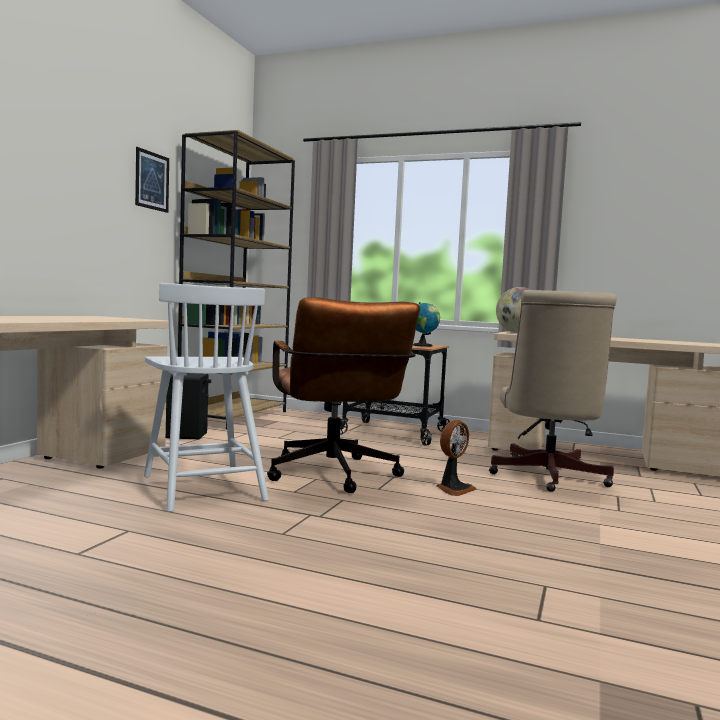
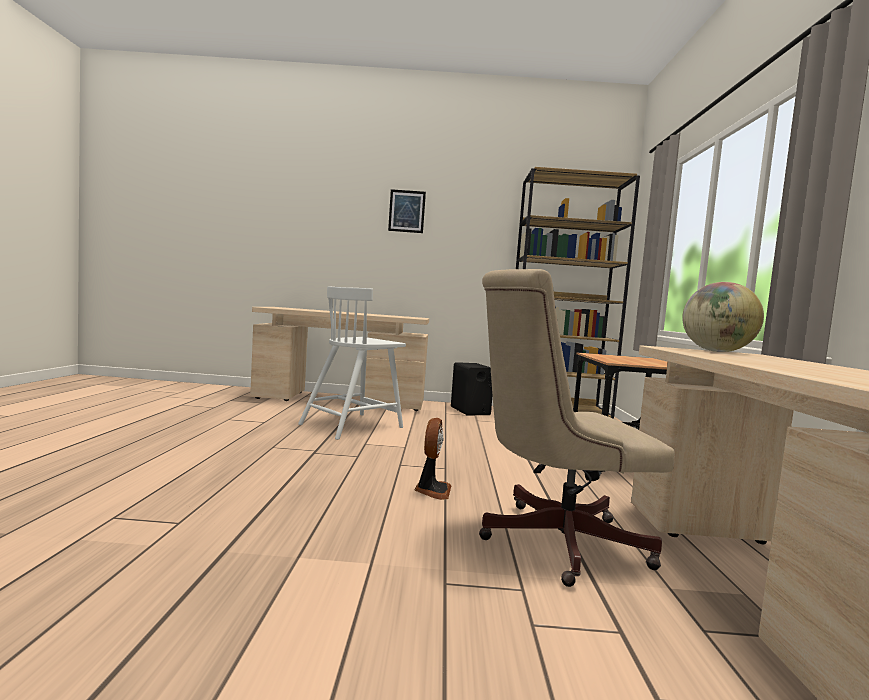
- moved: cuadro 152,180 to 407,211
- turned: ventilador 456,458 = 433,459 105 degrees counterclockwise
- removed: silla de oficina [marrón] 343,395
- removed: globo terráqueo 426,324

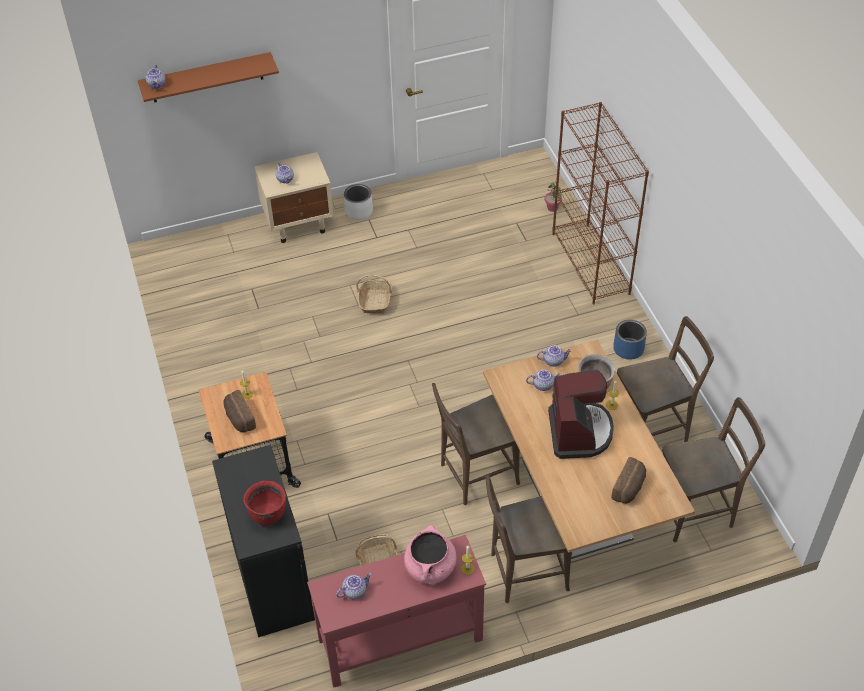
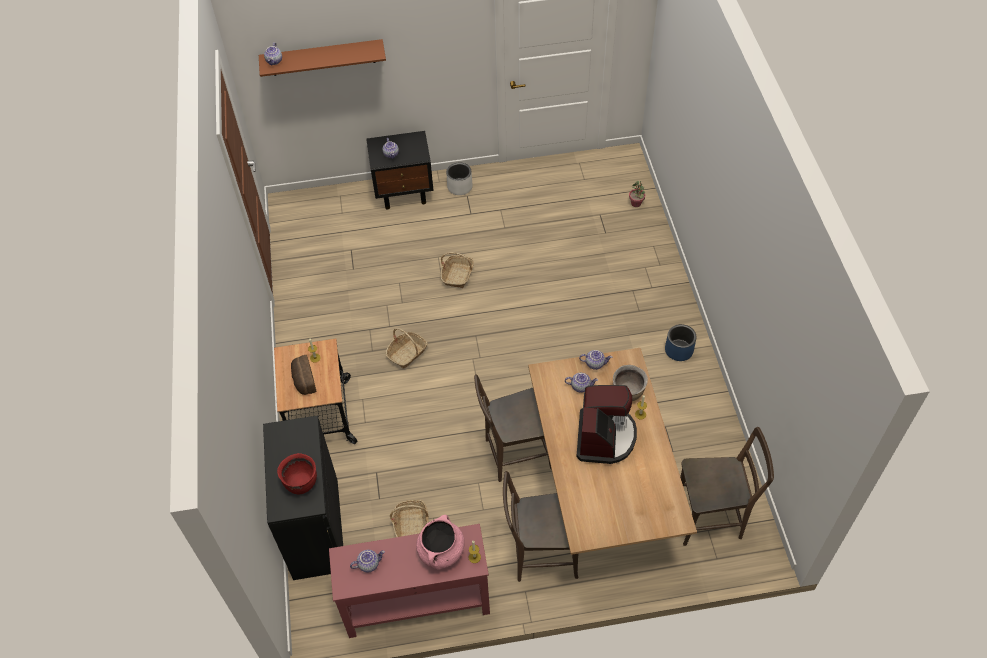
- recoloured: mesita de noche [beis] 294,197 to mesita de noche [negro] 400,170
- added: cesta 406,348
- removed: estantería [marrón] 600,203
- removed: pan 628,480
- removed: silla [marrón] 665,379

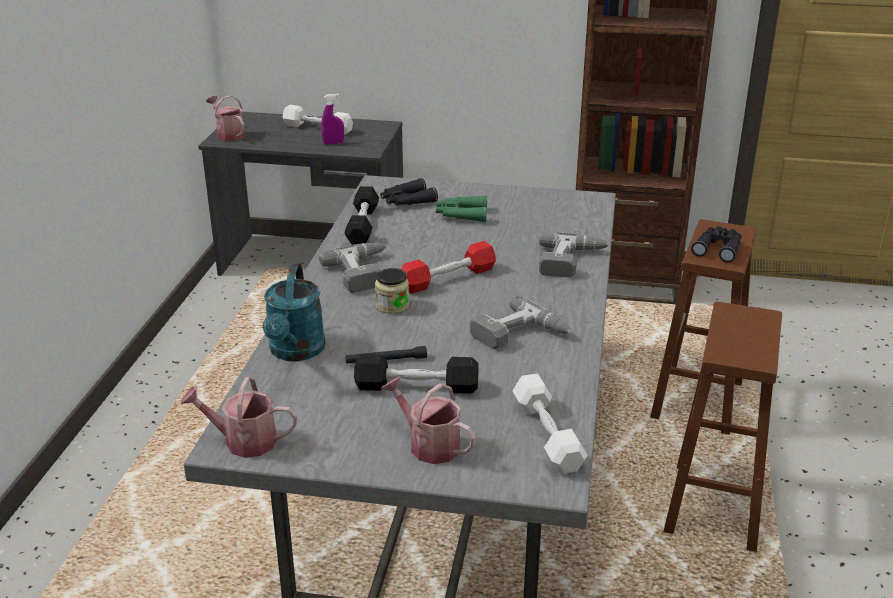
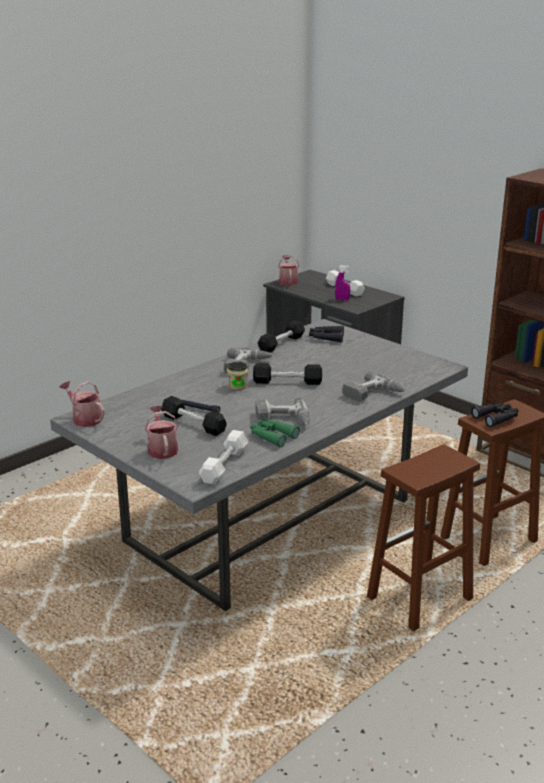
- moved: prismáticos [verde] 461,208 to 275,433
- recoloured: mancuerna [rojo] 448,267 to mancuerna [negro] 287,374
- removed: regadera [turquesa] 294,312

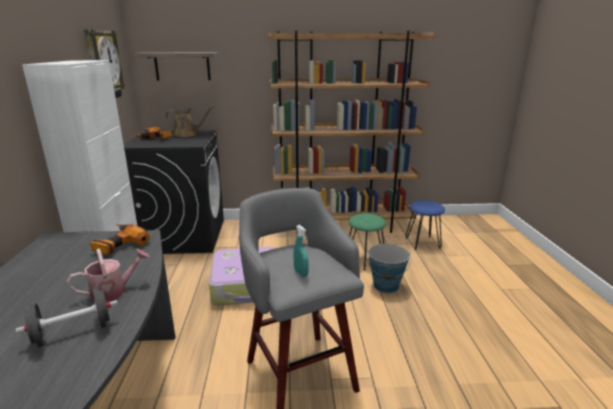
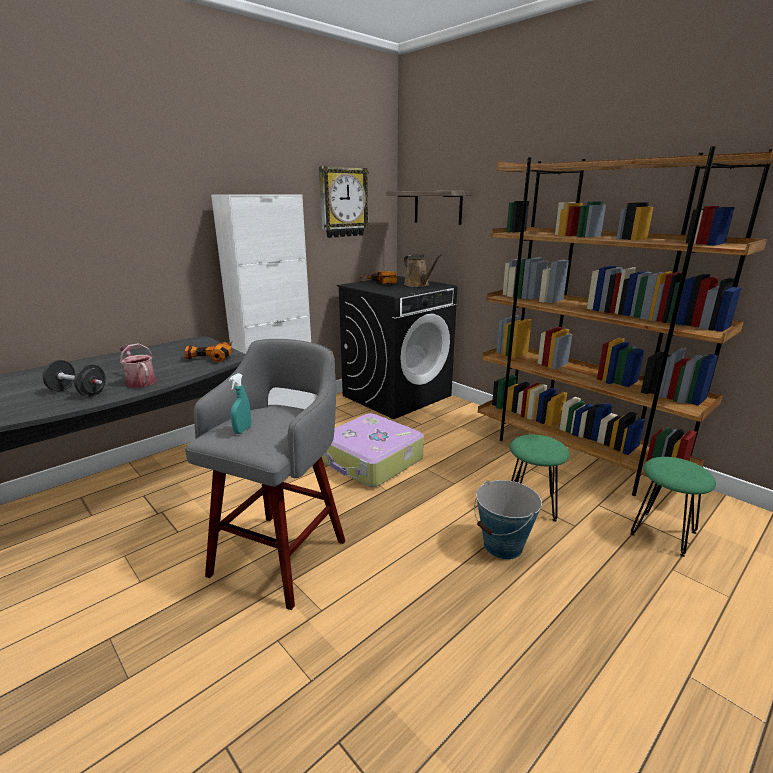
- turned: regadera 108,275 = 138,365 150 degrees counterclockwise
- recoloured: taburete [azul] 425,225 to taburete [verde] 673,507

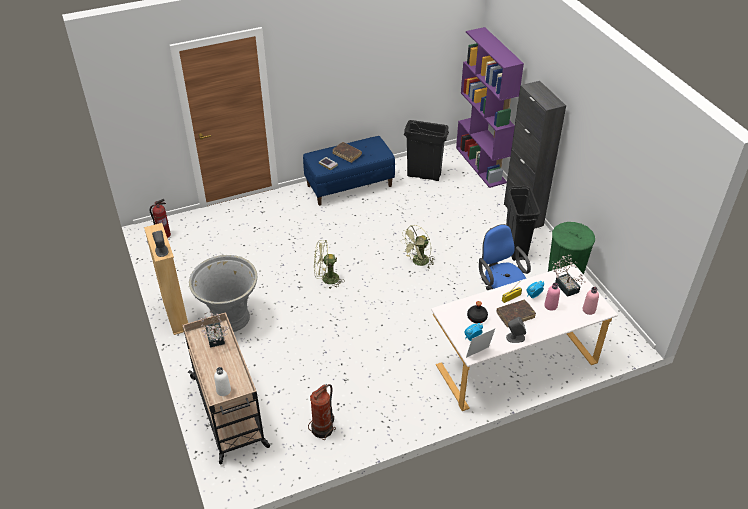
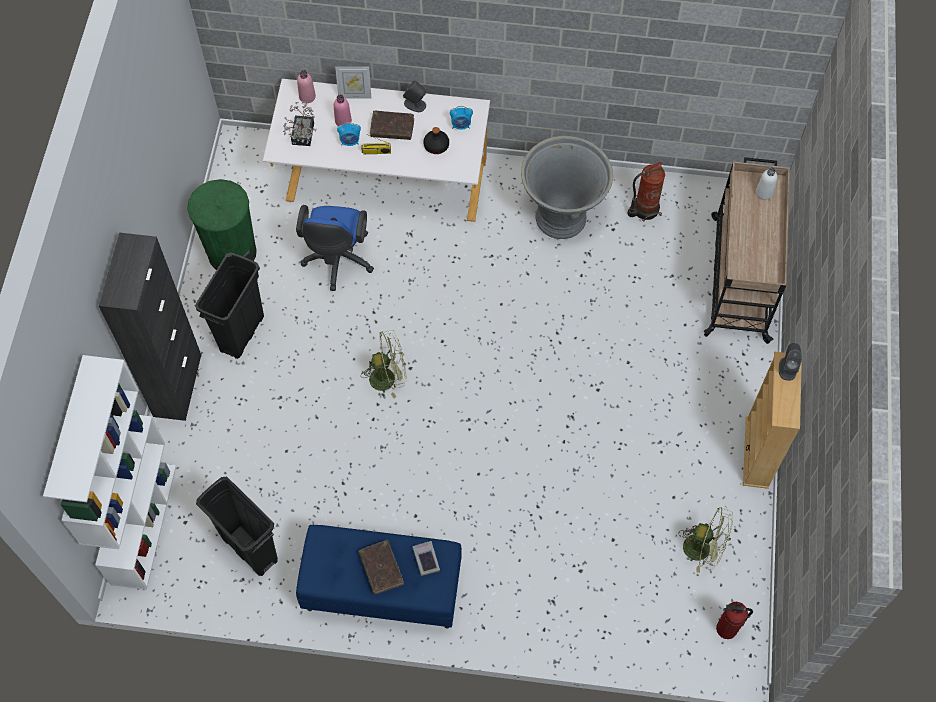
- recoloured: estantería [morado] 490,107 to estantería [blanco] 109,472
- moved: portarretratos 480,343 to 353,83
- moved: maceta [gris] 223,293 to 567,187
- moved: ventilador [verde] 329,264 to 705,540
- removed: planta en maceta 215,329

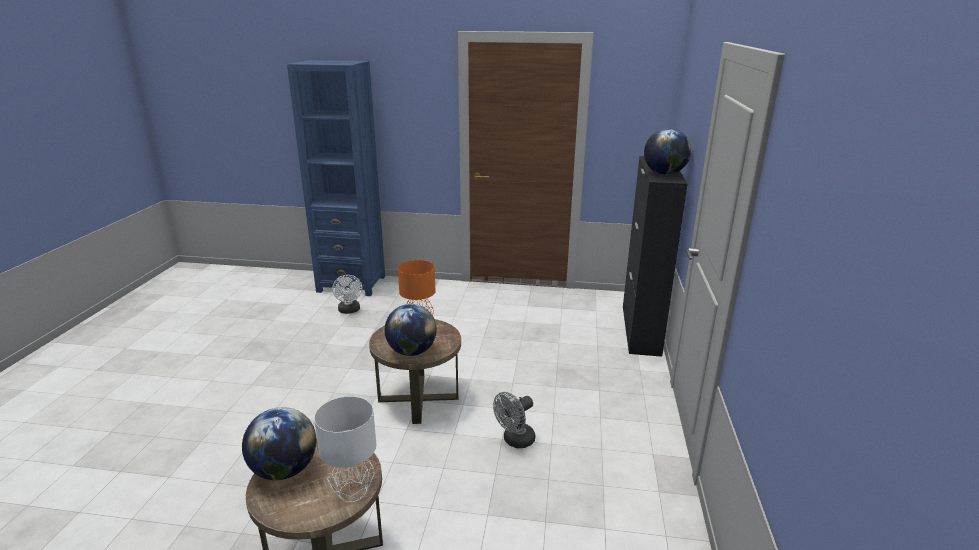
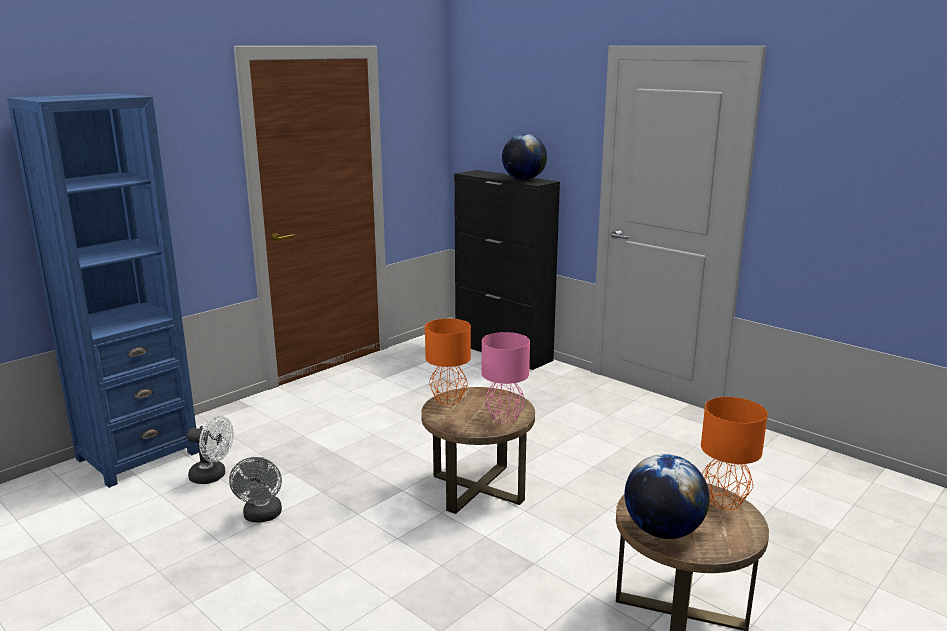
- moved: ventilador [gris] 514,420 to 255,489
- replaced: globo terráqueo 411,330 to lámpara de mesa [rosa] 506,378
- recoloured: lámpara de mesa [blanco] 345,449 to lámpara de mesa [naranja] 734,453

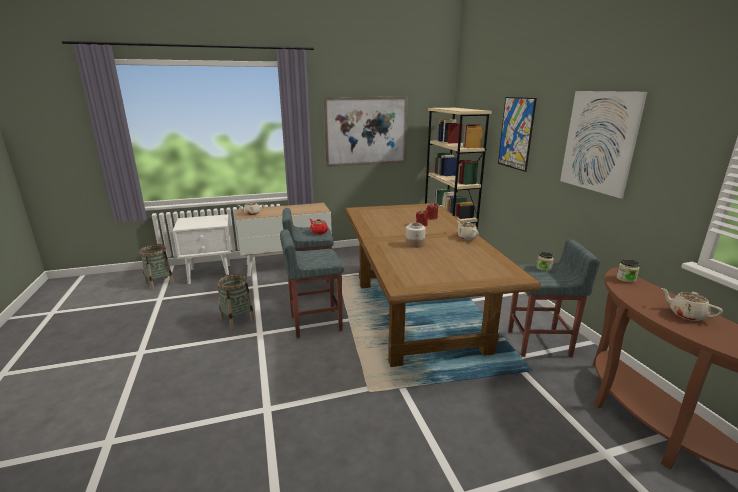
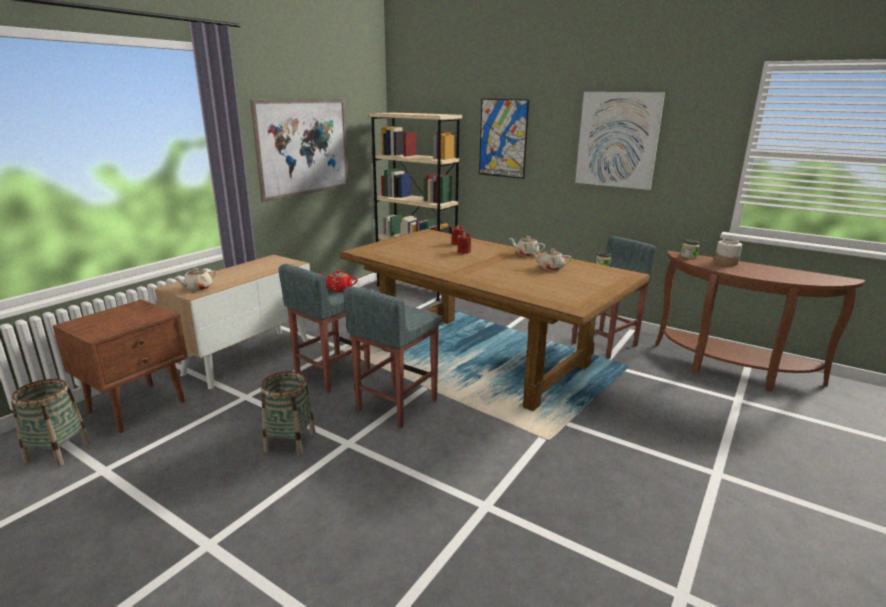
- recoloured: mesita de noche [blanco] 201,249 to mesita de noche [marrón] 120,366
- moved: tetera [beis] 692,304 to 551,259
- moved: tarro 416,235 to 728,252

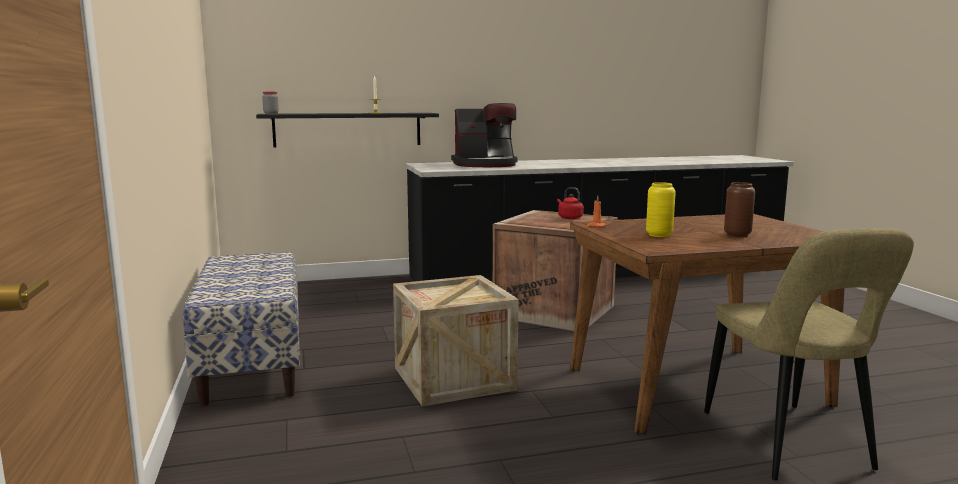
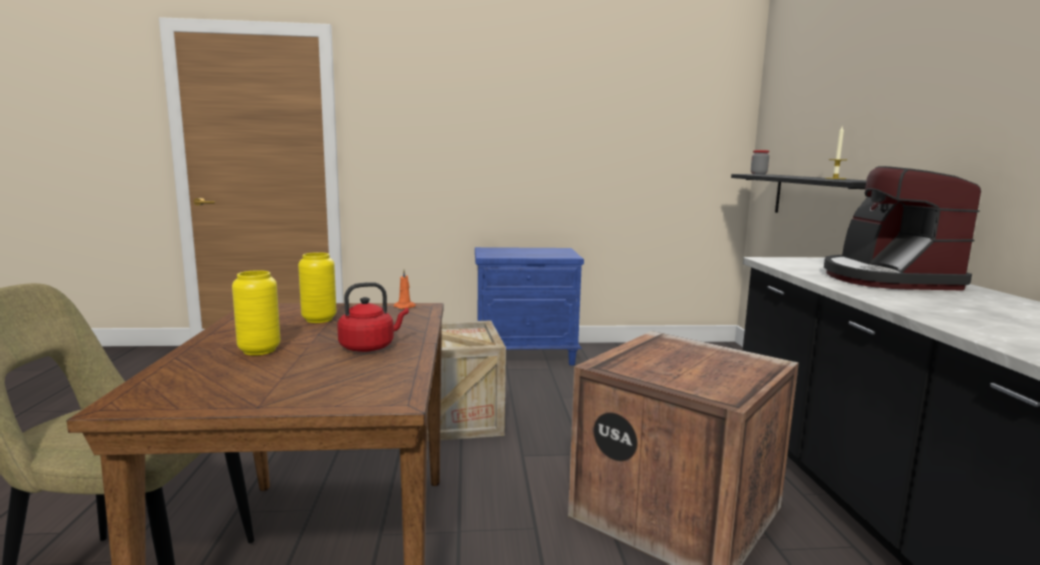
- recoloured: florero [marrón] 739,209 to florero [amarillo] 256,313
- moved: hervidor [rojo] 570,203 to 373,317
- replaced: banco 241,329 to mesita de noche [azul] 529,306

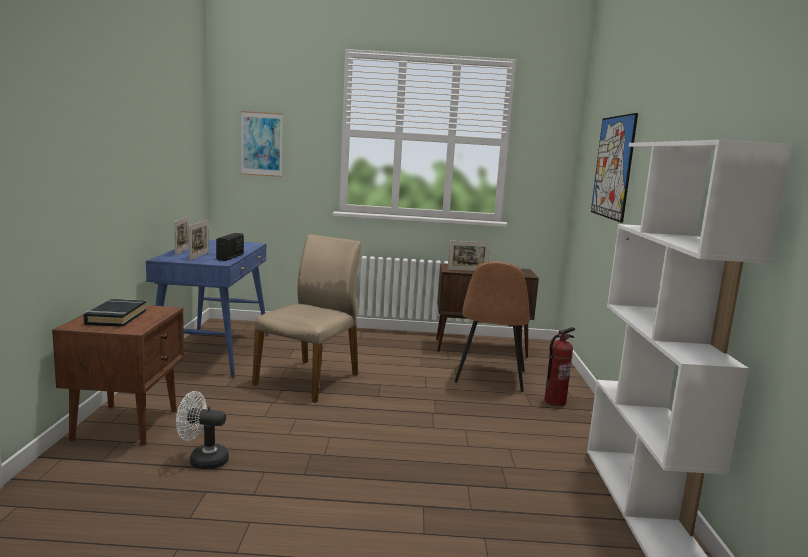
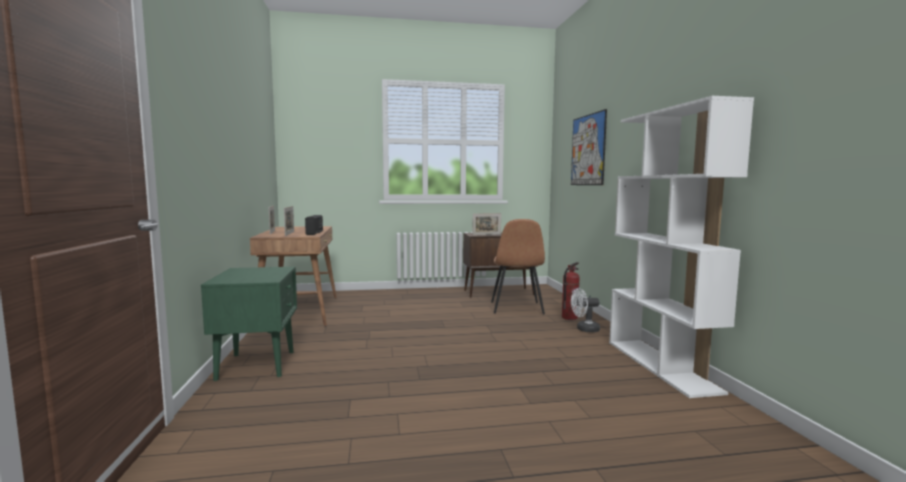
- recoloured: mesita de noche [marrón] 118,375 to mesita de noche [verde] 249,324
- recoloured: escritorio [azul] 207,308 to escritorio [marrón] 293,276
- moved: ventilador [blanco] 202,430 to 585,310
- removed: libro [negro] 115,313
- removed: cuadro 262,144
- removed: silla [beis] 306,318

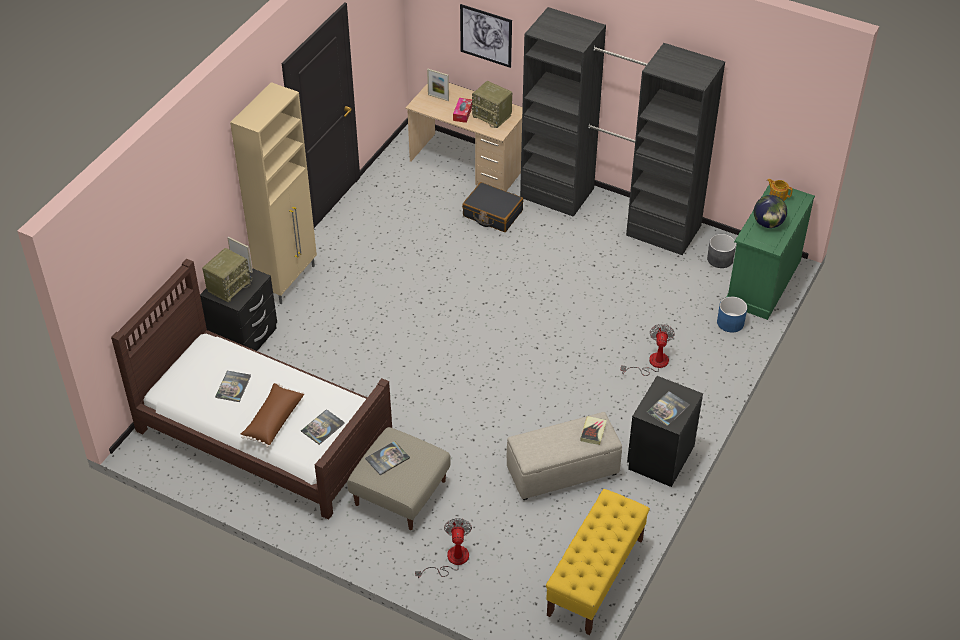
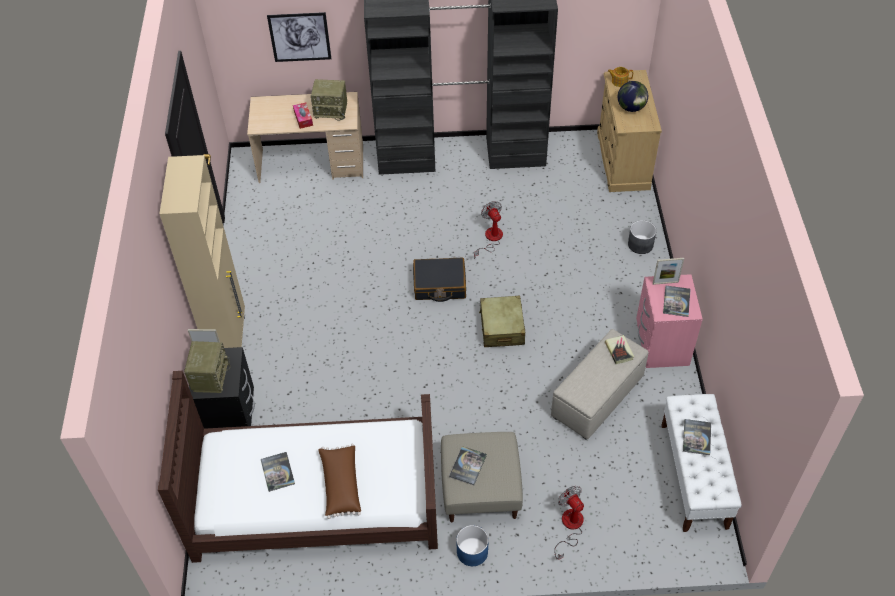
- moved: maleta [negro] 492,207 to 439,279
- moved: maceta [azul] 732,314 to 472,545
- moved: ventilador 648,350 to 488,230
- added: maleta [beis] 502,321
- recoloured: cómoda [verde] 770,252 to cómoda [beis] 629,131
- moved: maceta [gris] 721,251 to 642,237
- recoloured: mesita de noche [negro] 665,431 to mesita de noche [rosa] 669,321
- moved: portarretratos 438,85 to 668,271
- recoloured: banco [amarillo] 598,562 to banco [blanco] 701,463
- moved: libro 323,427 to 697,437

